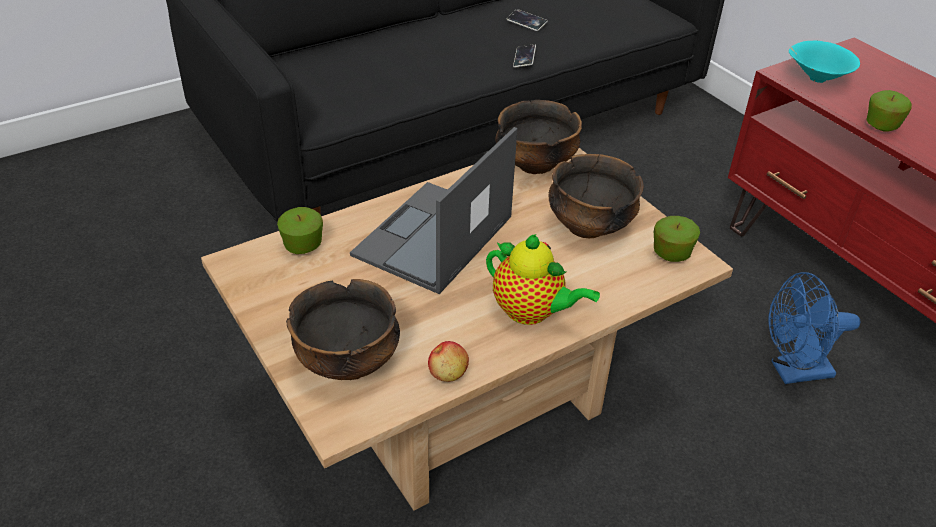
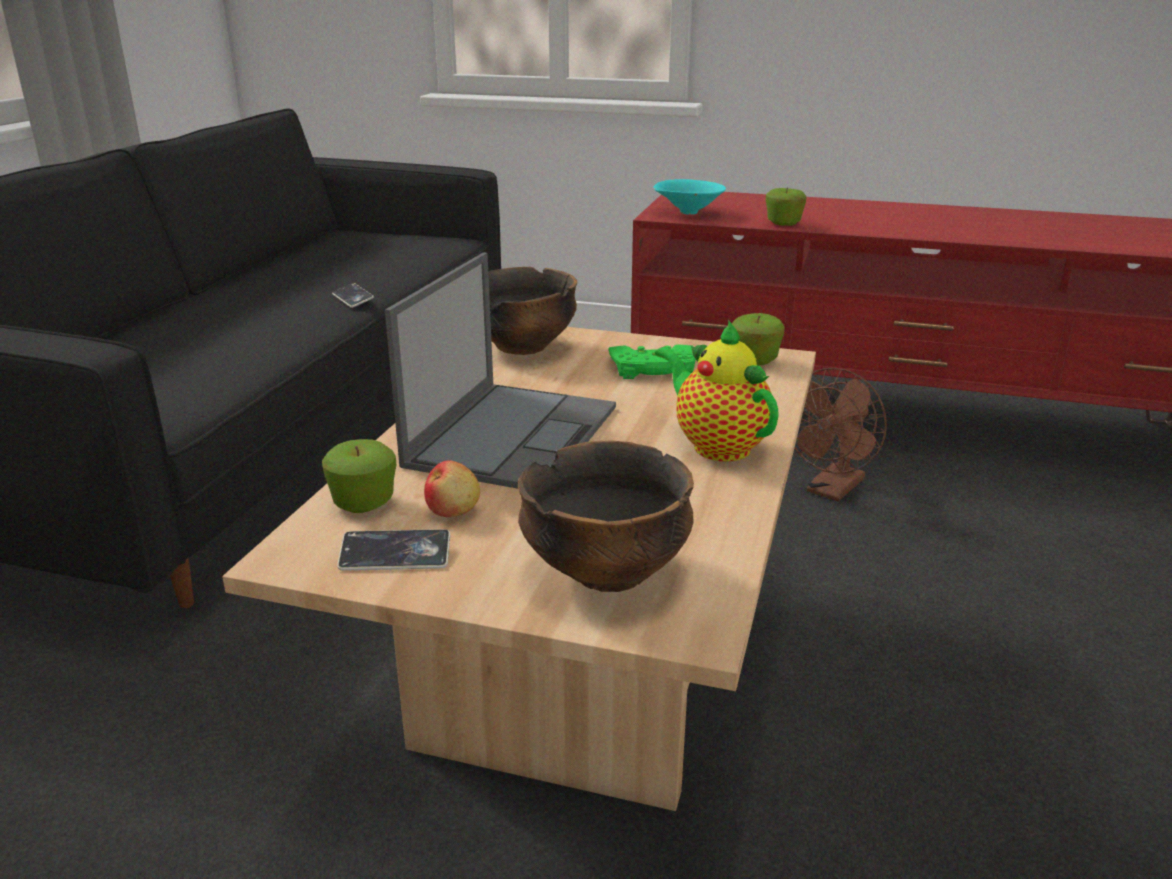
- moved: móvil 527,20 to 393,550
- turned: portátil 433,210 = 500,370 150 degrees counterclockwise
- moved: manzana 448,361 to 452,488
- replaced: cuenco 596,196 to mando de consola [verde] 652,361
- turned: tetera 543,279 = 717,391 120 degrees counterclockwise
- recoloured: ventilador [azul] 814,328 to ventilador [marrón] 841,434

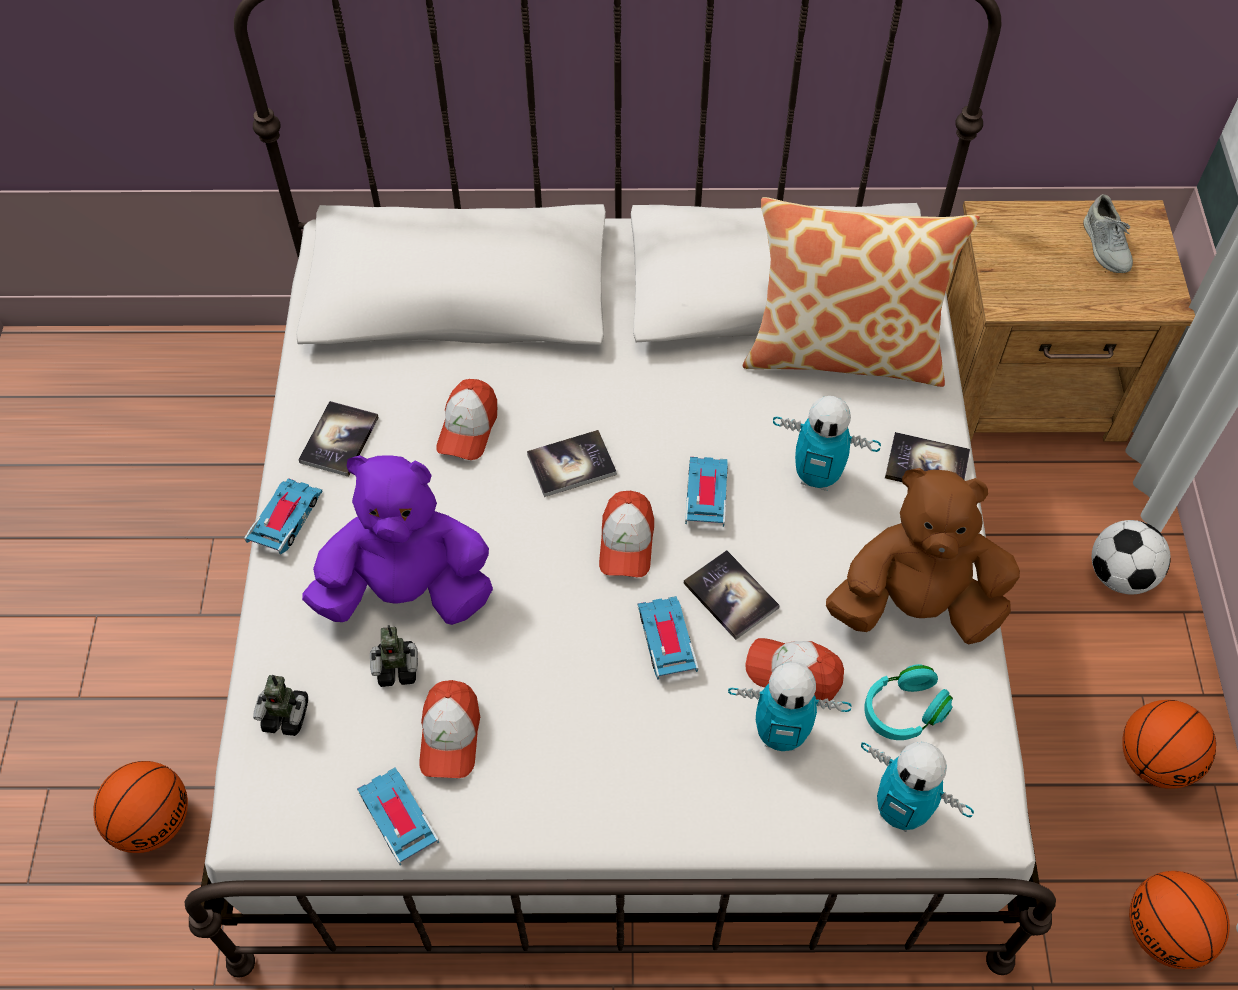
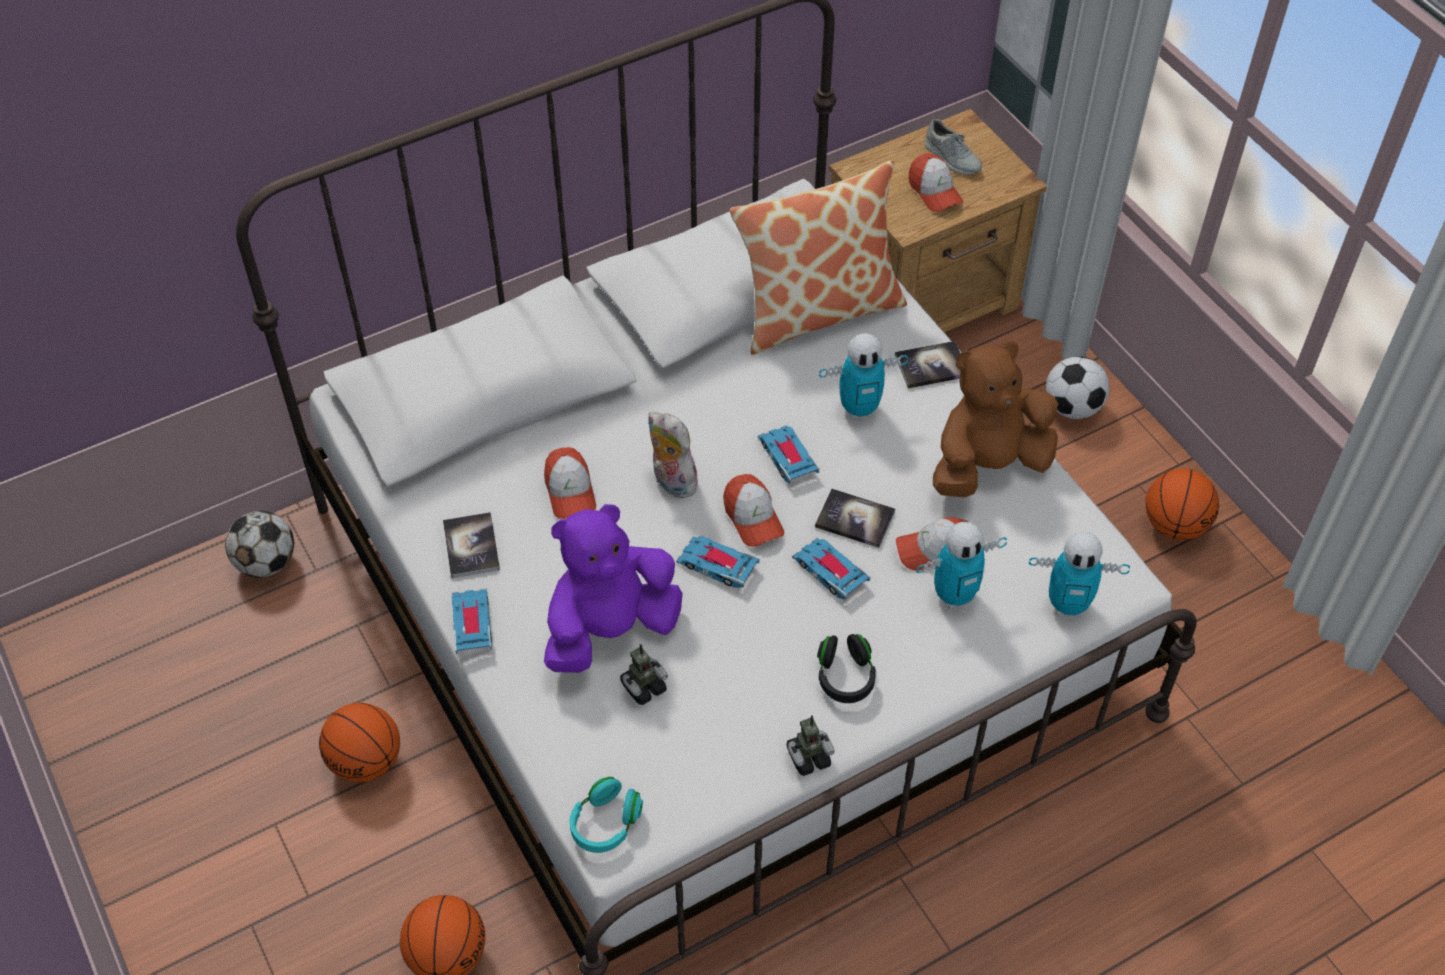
- added: balón de fútbol 259,544
- moved: balón de baloncesto 1179,920 to 359,742
- moved: auriculares [turquesa] 908,702 to 606,815
- replaced: libro 572,463 to peluche 673,455
- moved: coche de juguete 398,816 to 718,562
- moved: robot de juguete 280,705 to 811,745
- added: auriculares [negro] 846,668
- moved: gorra 449,729 to 936,182

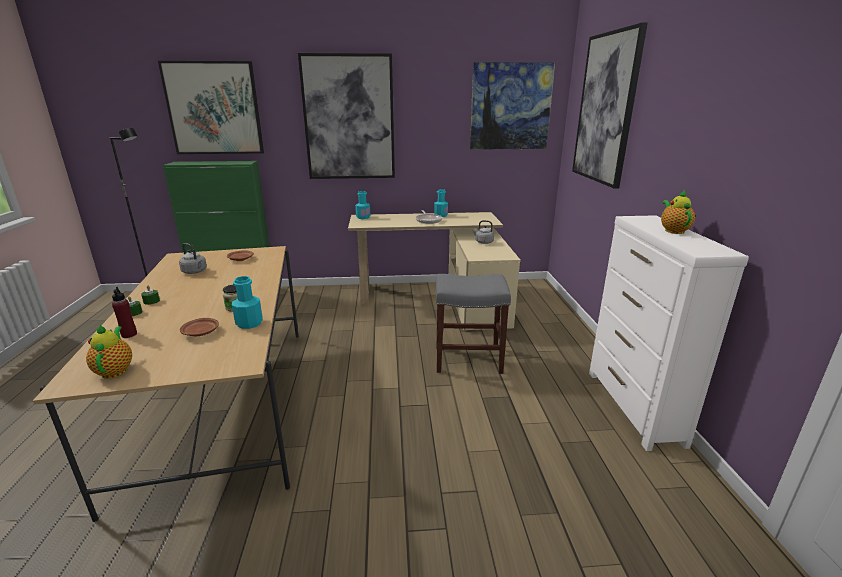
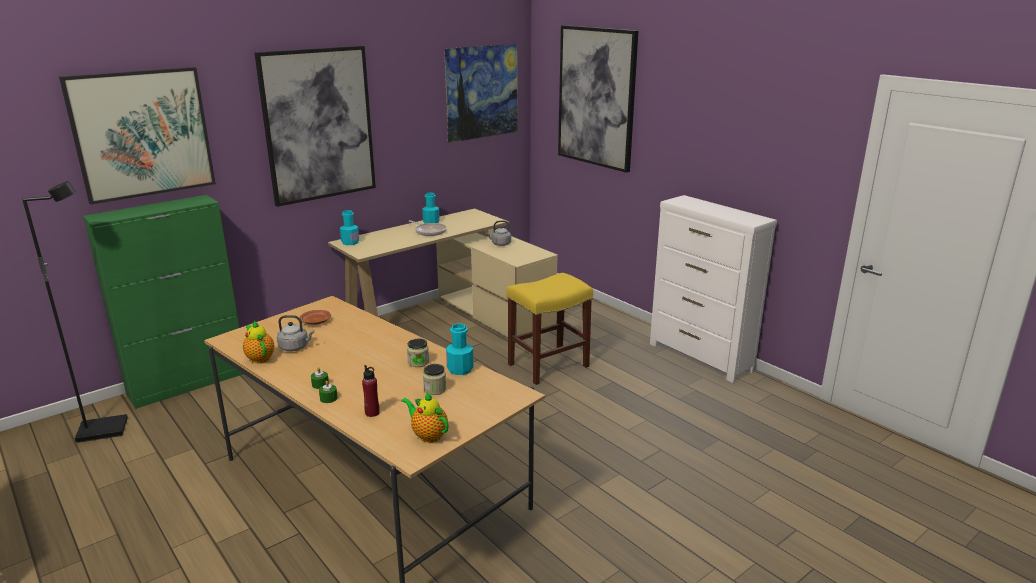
- moved: tetera 678,212 to 259,341
- replaced: plato [marrón] 199,327 to tarro 434,379
- recoloured: taburete [gris] 473,324 to taburete [amarillo] 550,329

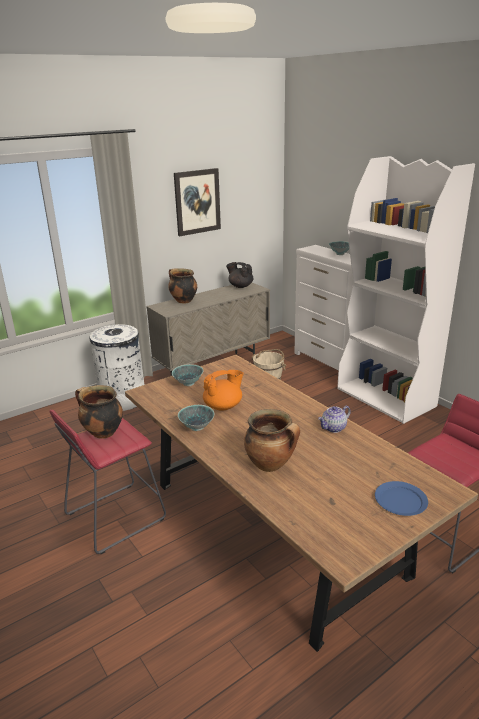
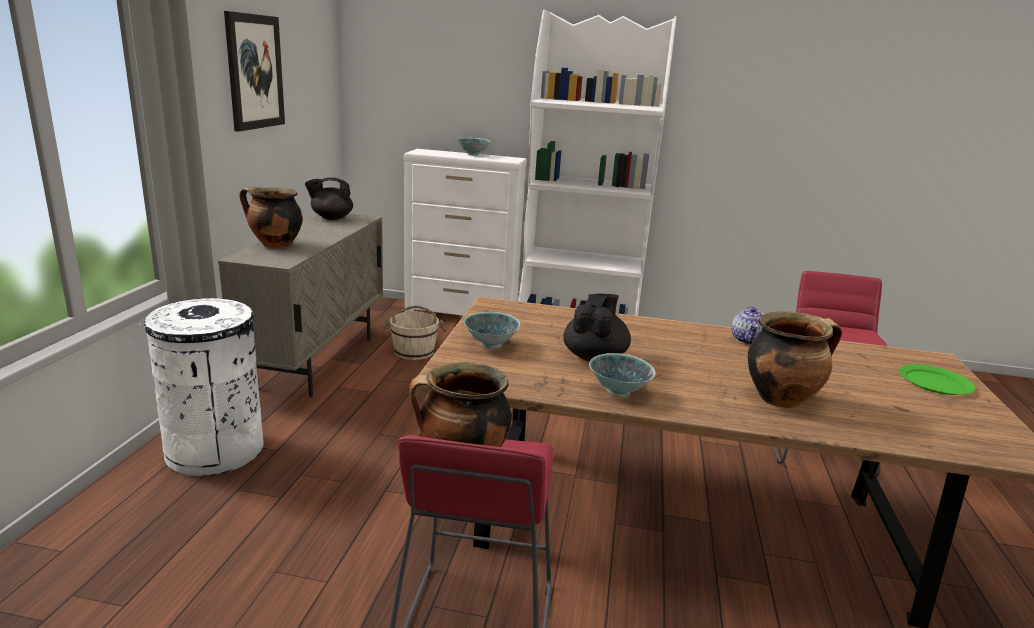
- recoloured: tetera [naranja] 223,390 to tetera [negro] 597,327
- recoloured: plato [azul] 401,498 to plato [verde] 937,379

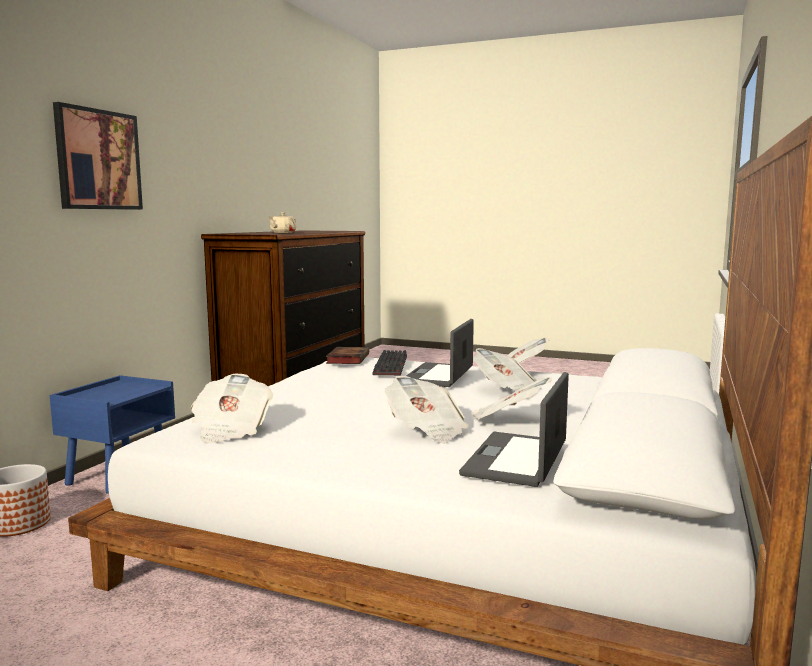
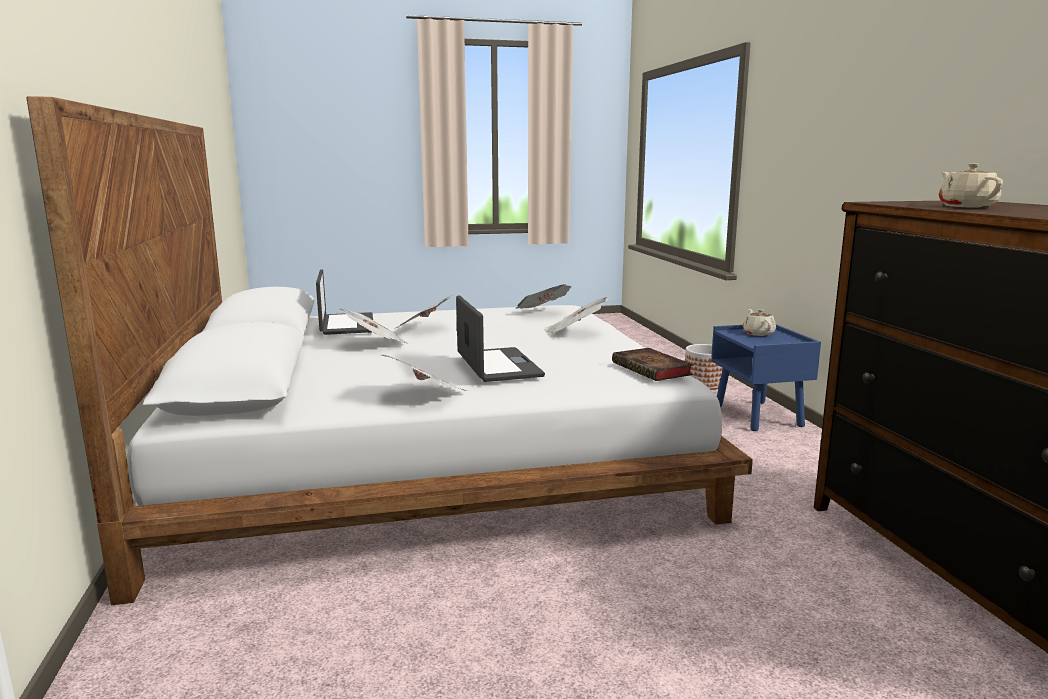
- moved: periódico 503,373 to 576,315
- added: tetera [beis] 759,322
- removed: cuadro 98,156
- removed: teclado 389,363

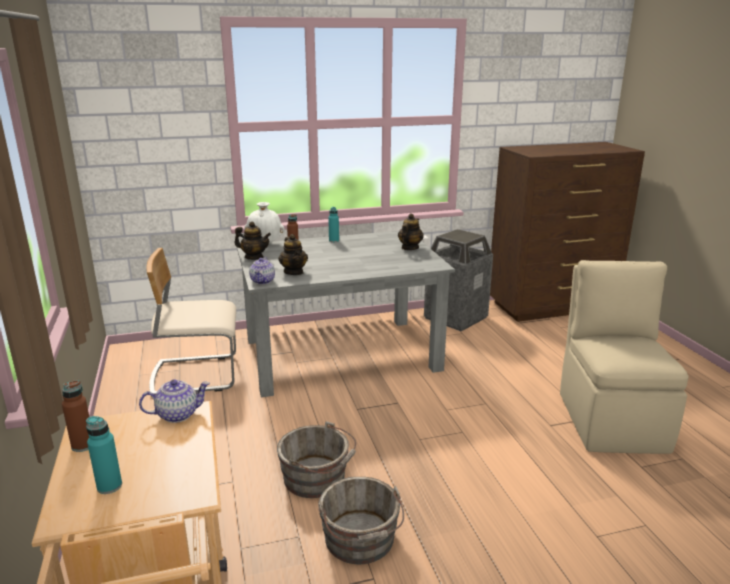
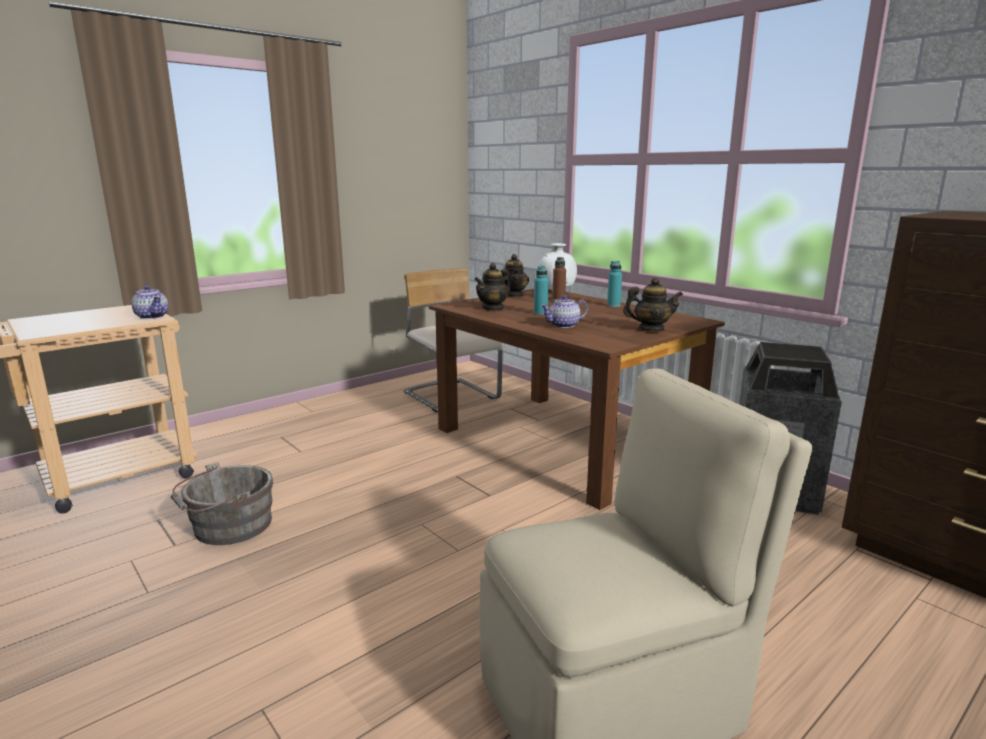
- recoloured: mesa de comedor [gris] 345,314 to mesa de comedor [marrón] 577,399
- moved: botella [turquesa] 104,455 to 541,290
- moved: tetera 262,270 to 564,311
- removed: botella [marrón] 75,416
- removed: cubo [gris] 316,459

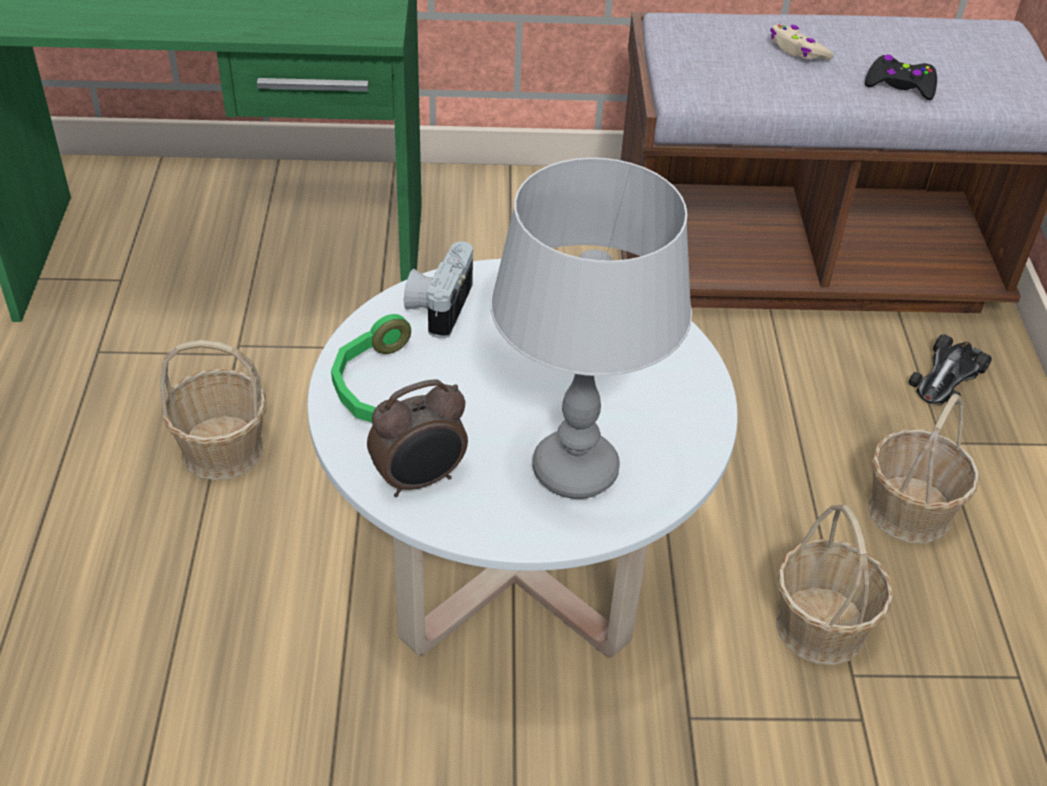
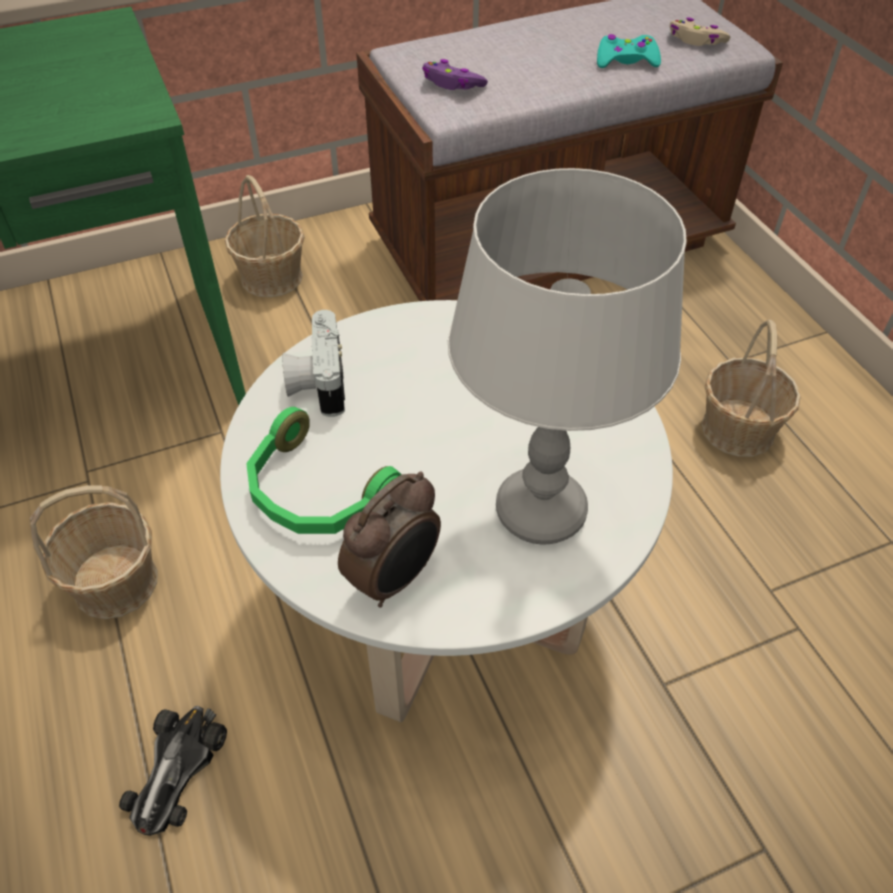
- moved: coche de juguete 950,369 to 173,771
- moved: cesta 834,585 to 264,236
- added: mando de consola [morado] 455,74
- recoloured: mando de consola [negro] 901,77 to mando de consola [turquesa] 629,51
- moved: mando de consola [beis] 802,42 to 700,31

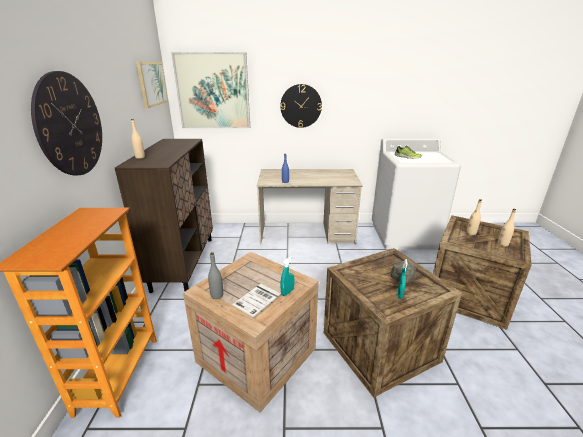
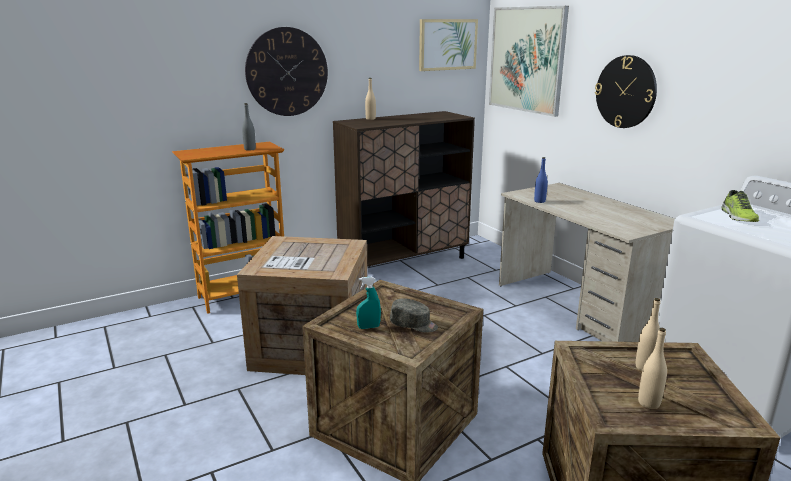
- moved: botella [gris] 215,275 to 249,127
- removed: pulverizador [turquesa] 287,276

